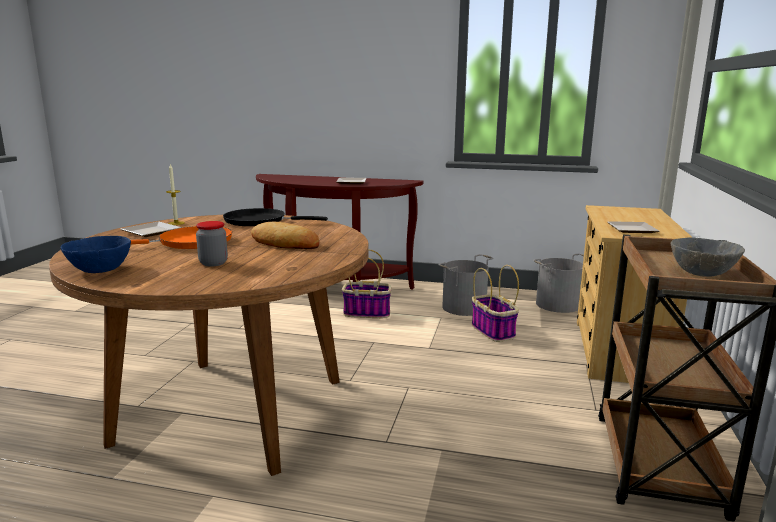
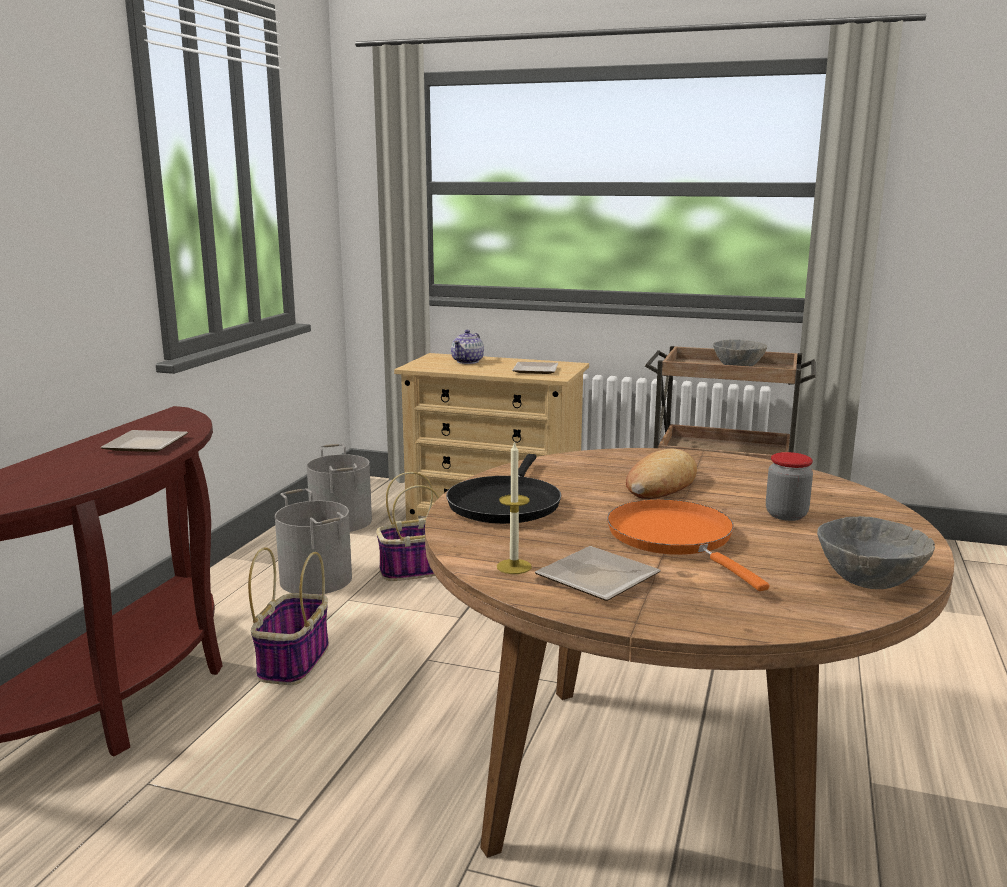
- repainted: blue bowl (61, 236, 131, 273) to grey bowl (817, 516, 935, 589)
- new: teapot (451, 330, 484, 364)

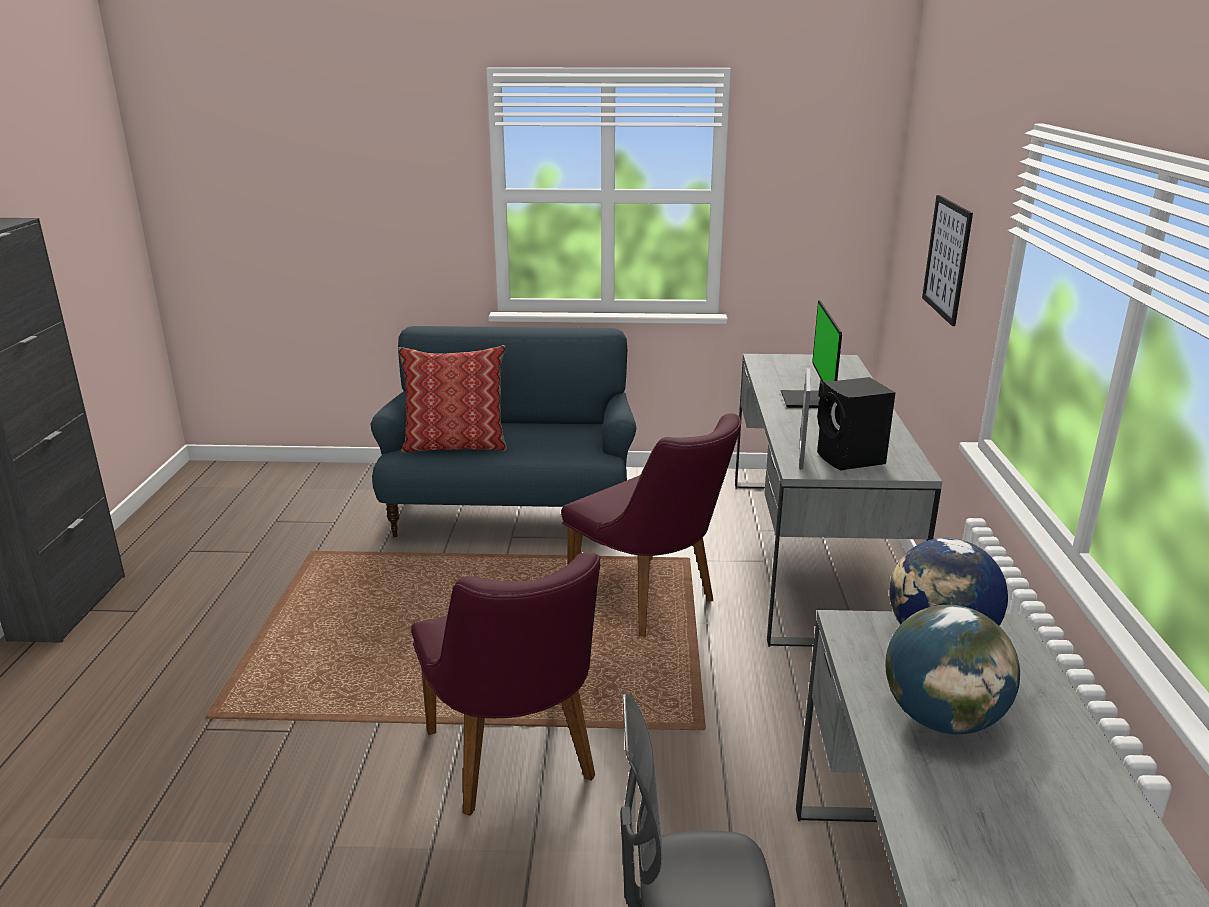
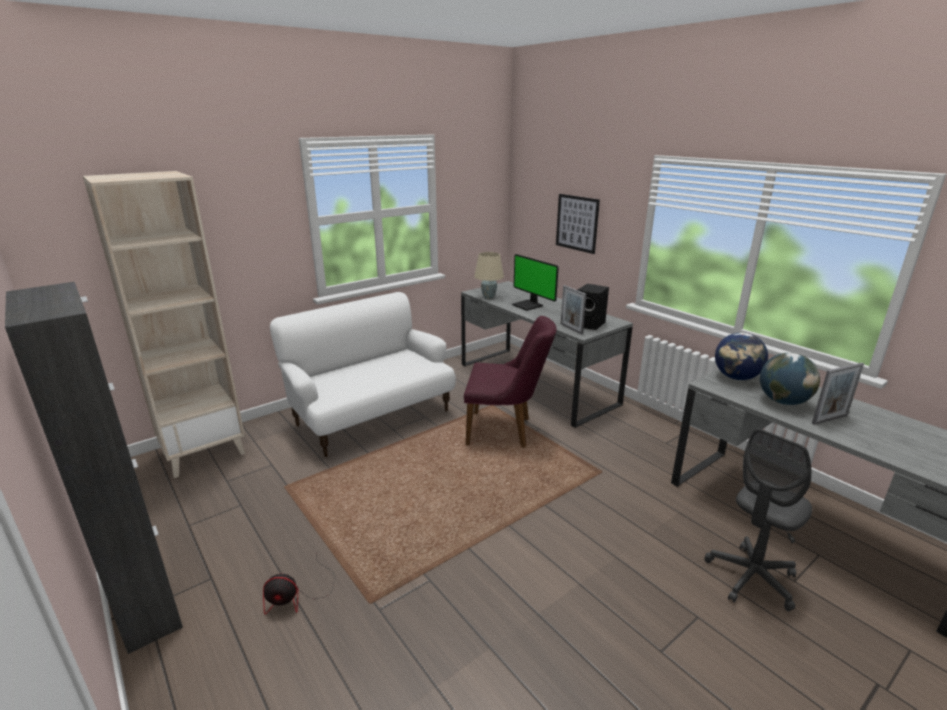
- repainted: blue sofa (371, 326, 636, 538) to white sofa (270, 292, 456, 457)
- gone: pillow (398, 345, 506, 453)
- gone: purple chair (411, 552, 600, 816)
- new: beige bookcase (83, 171, 246, 478)
- new: fan (263, 550, 335, 615)
- new: beige table lamp (474, 252, 504, 299)
- new: picture frame (812, 363, 864, 425)

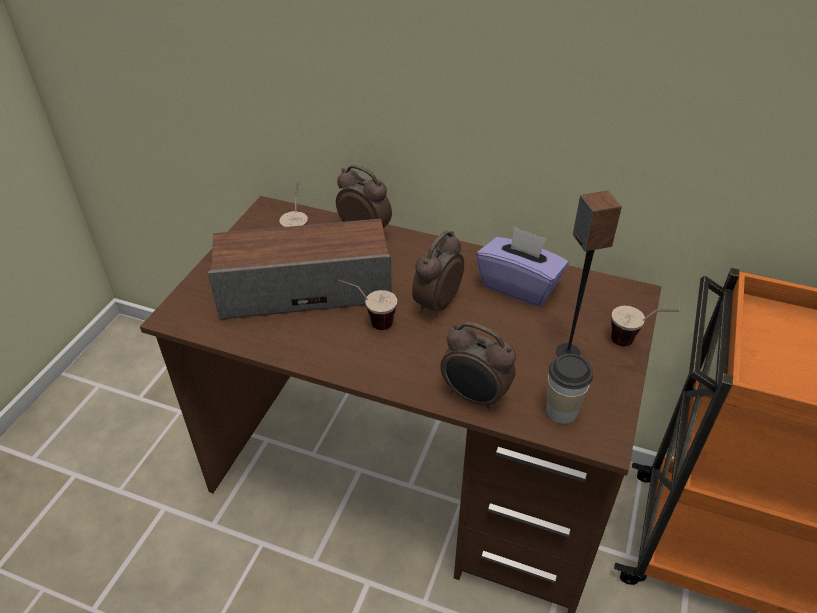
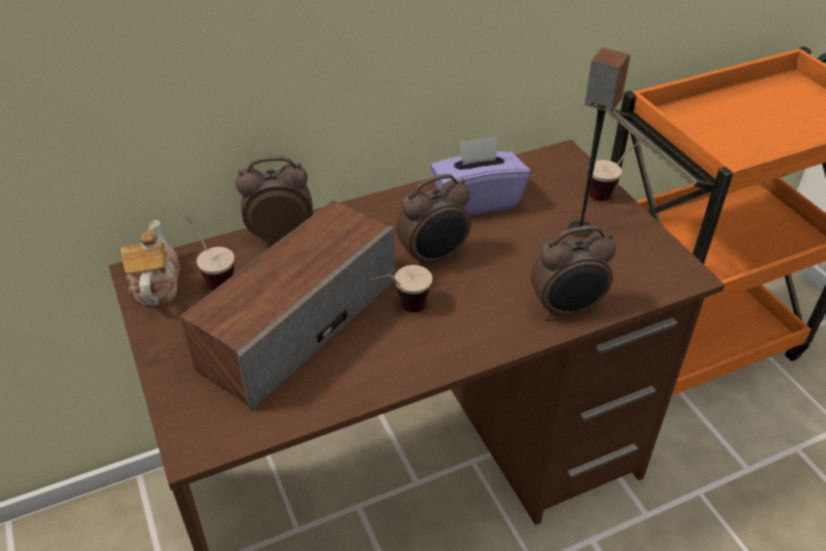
- rotated: alarm clock (412, 231, 464, 317) = (396, 174, 471, 266) 105 degrees counterclockwise
- gone: cup (546, 354, 593, 424)
- new: teapot (121, 220, 180, 306)

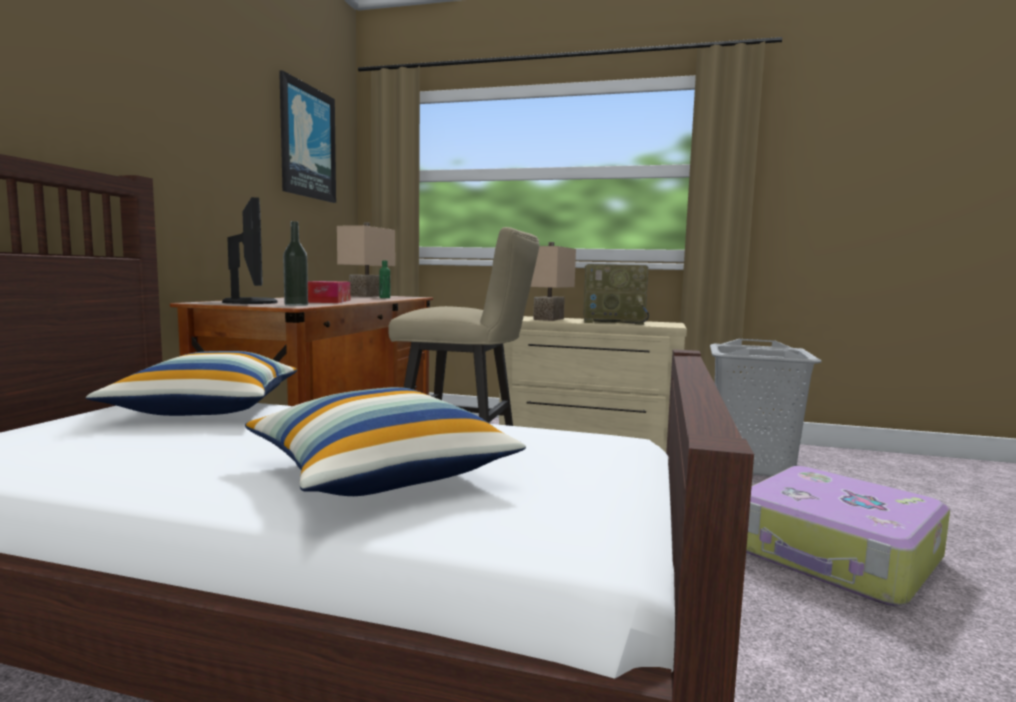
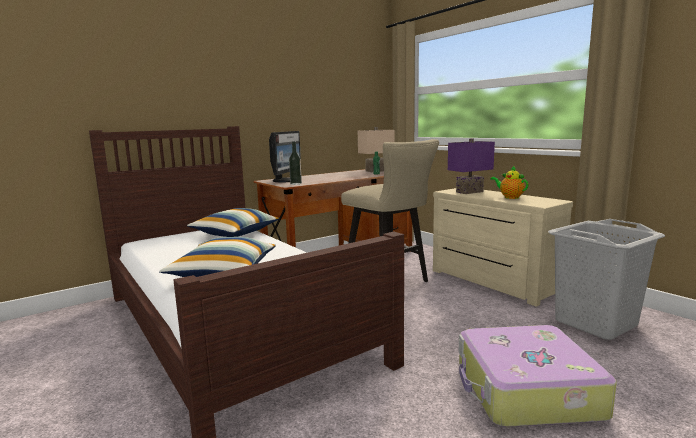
- gone: picture (279, 70, 336, 203)
- gone: tissue box (308, 281, 350, 303)
- repainted: beige table lamp (531, 242, 576, 321) to purple table lamp (448, 138, 495, 194)
- swapped: radio (583, 264, 649, 325) to teapot (490, 166, 528, 199)

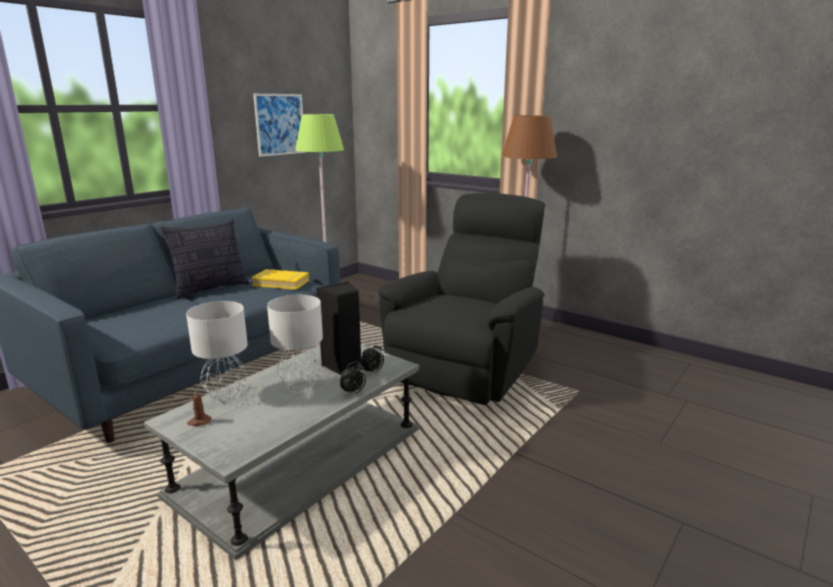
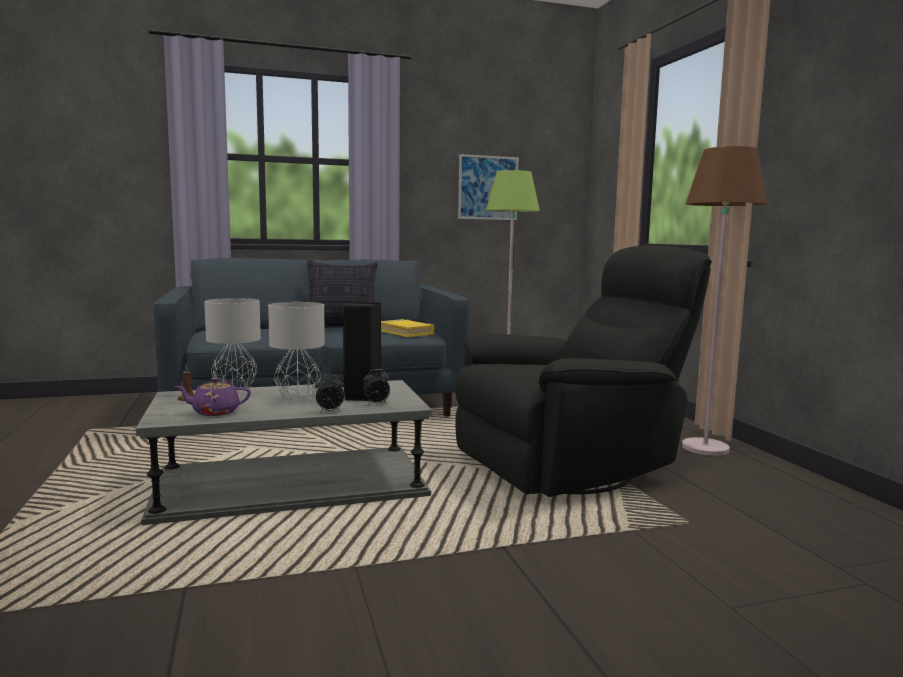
- new: purple teapot (174, 378, 251, 416)

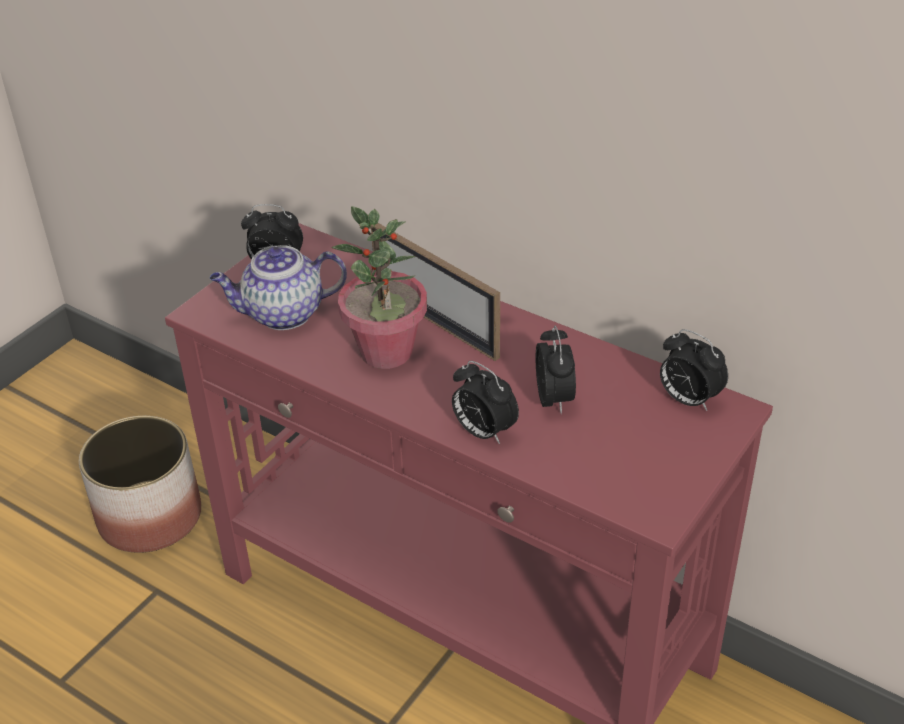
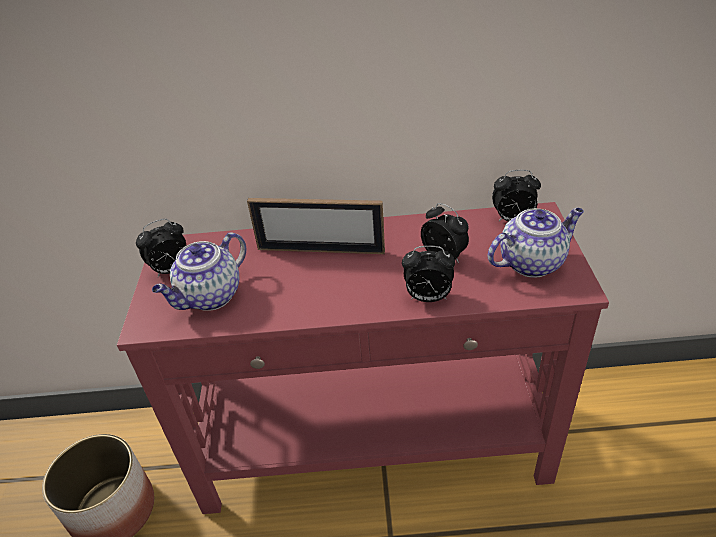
- gone: potted plant (332, 206, 427, 369)
- new: teapot (488, 208, 584, 278)

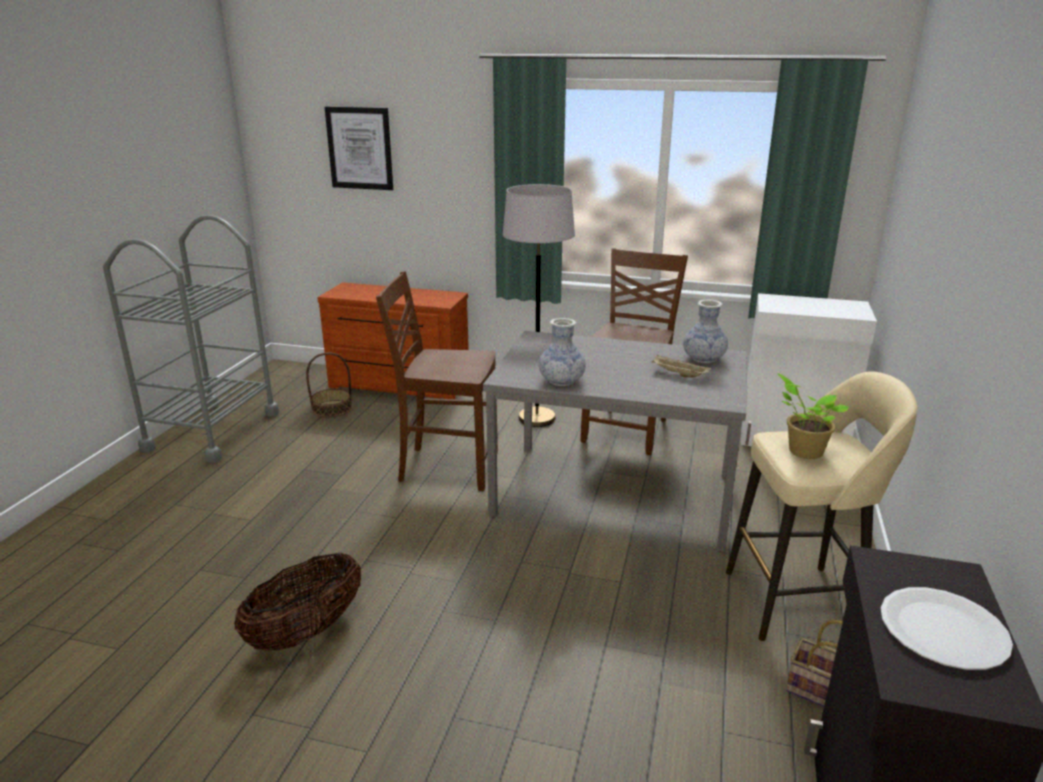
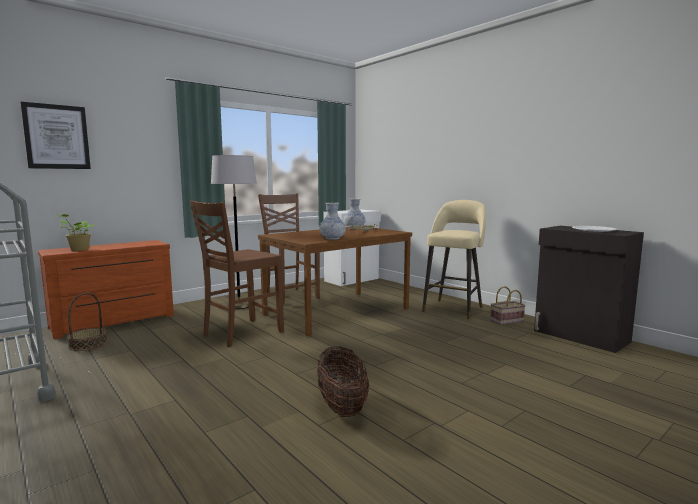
- repainted: grey dining table (483, 331, 747, 552) to brown dining table (258, 227, 412, 336)
- shifted: potted plant (777, 373, 849, 459) to (55, 214, 95, 251)

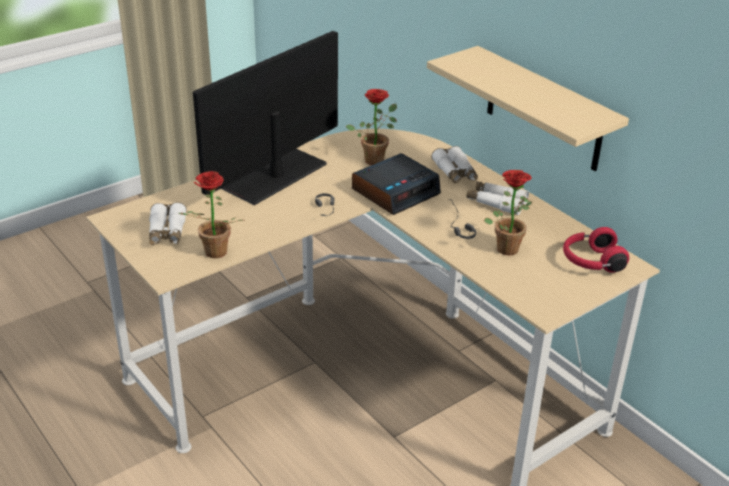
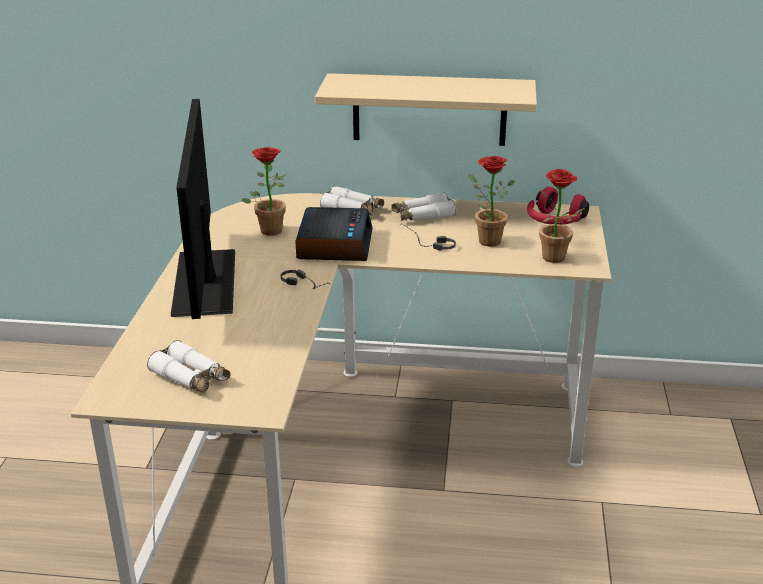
- shifted: potted plant (178, 171, 244, 258) to (539, 169, 584, 263)

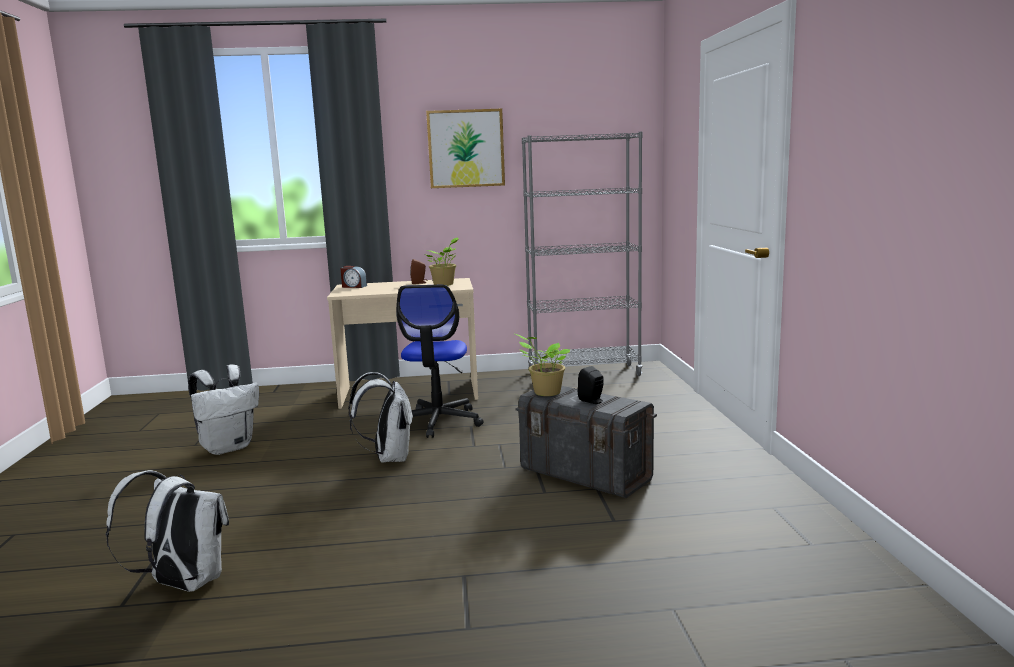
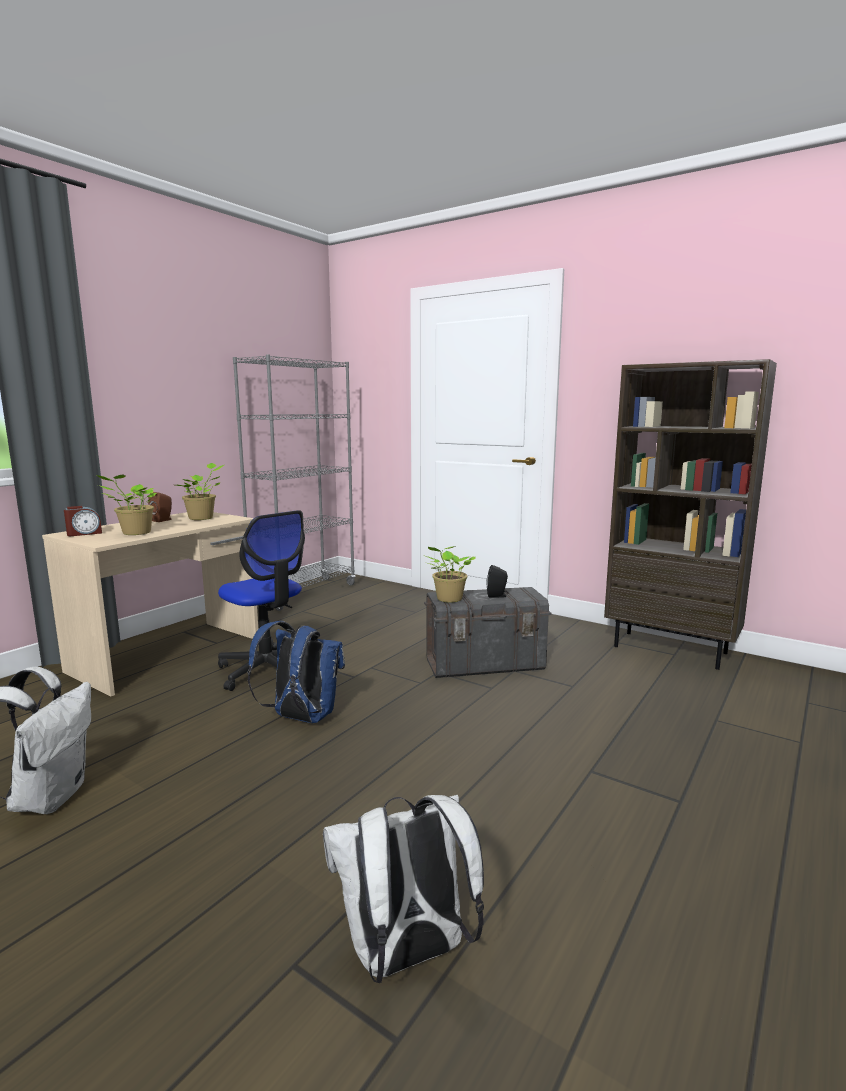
- repainted: white backpack (348, 372, 413, 463) to blue backpack (247, 621, 345, 723)
- gone: picture (426, 109, 505, 188)
- new: potted plant (97, 475, 156, 535)
- new: brown bookcase (604, 359, 777, 670)

